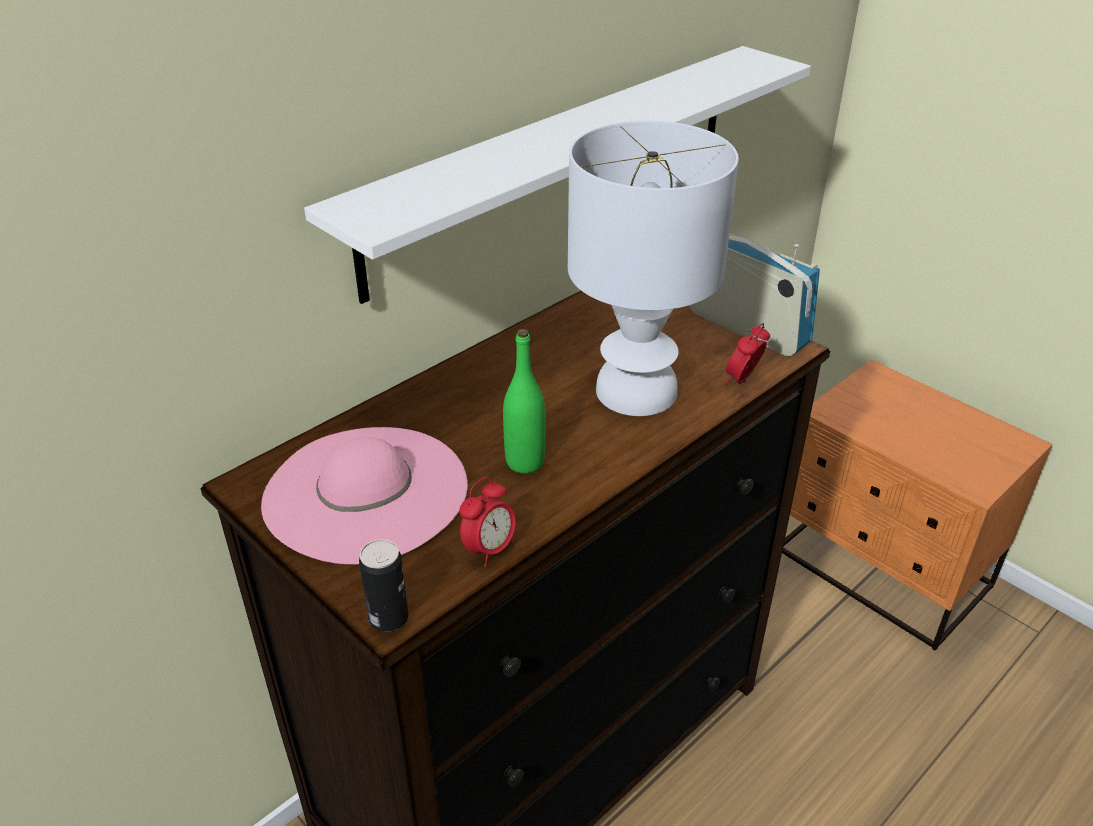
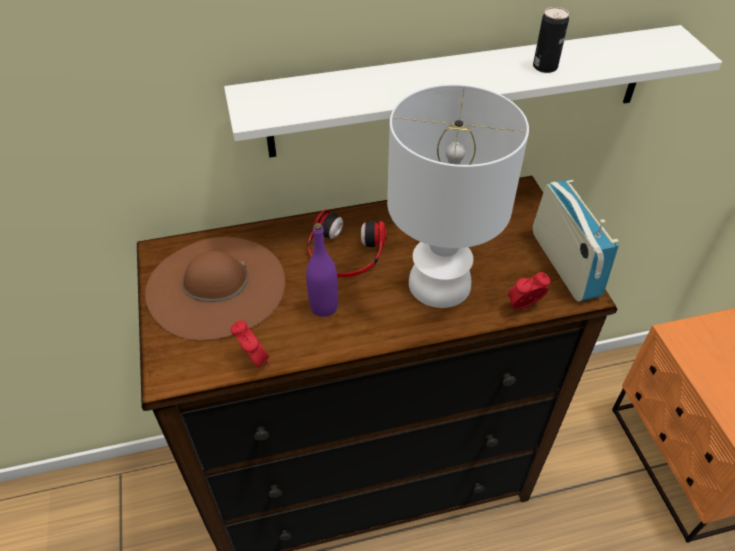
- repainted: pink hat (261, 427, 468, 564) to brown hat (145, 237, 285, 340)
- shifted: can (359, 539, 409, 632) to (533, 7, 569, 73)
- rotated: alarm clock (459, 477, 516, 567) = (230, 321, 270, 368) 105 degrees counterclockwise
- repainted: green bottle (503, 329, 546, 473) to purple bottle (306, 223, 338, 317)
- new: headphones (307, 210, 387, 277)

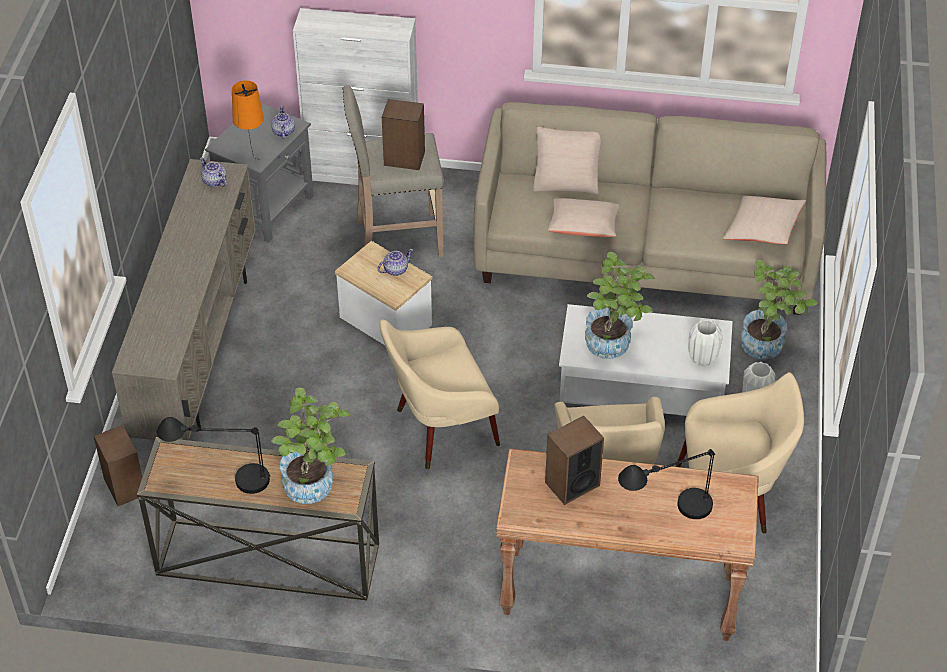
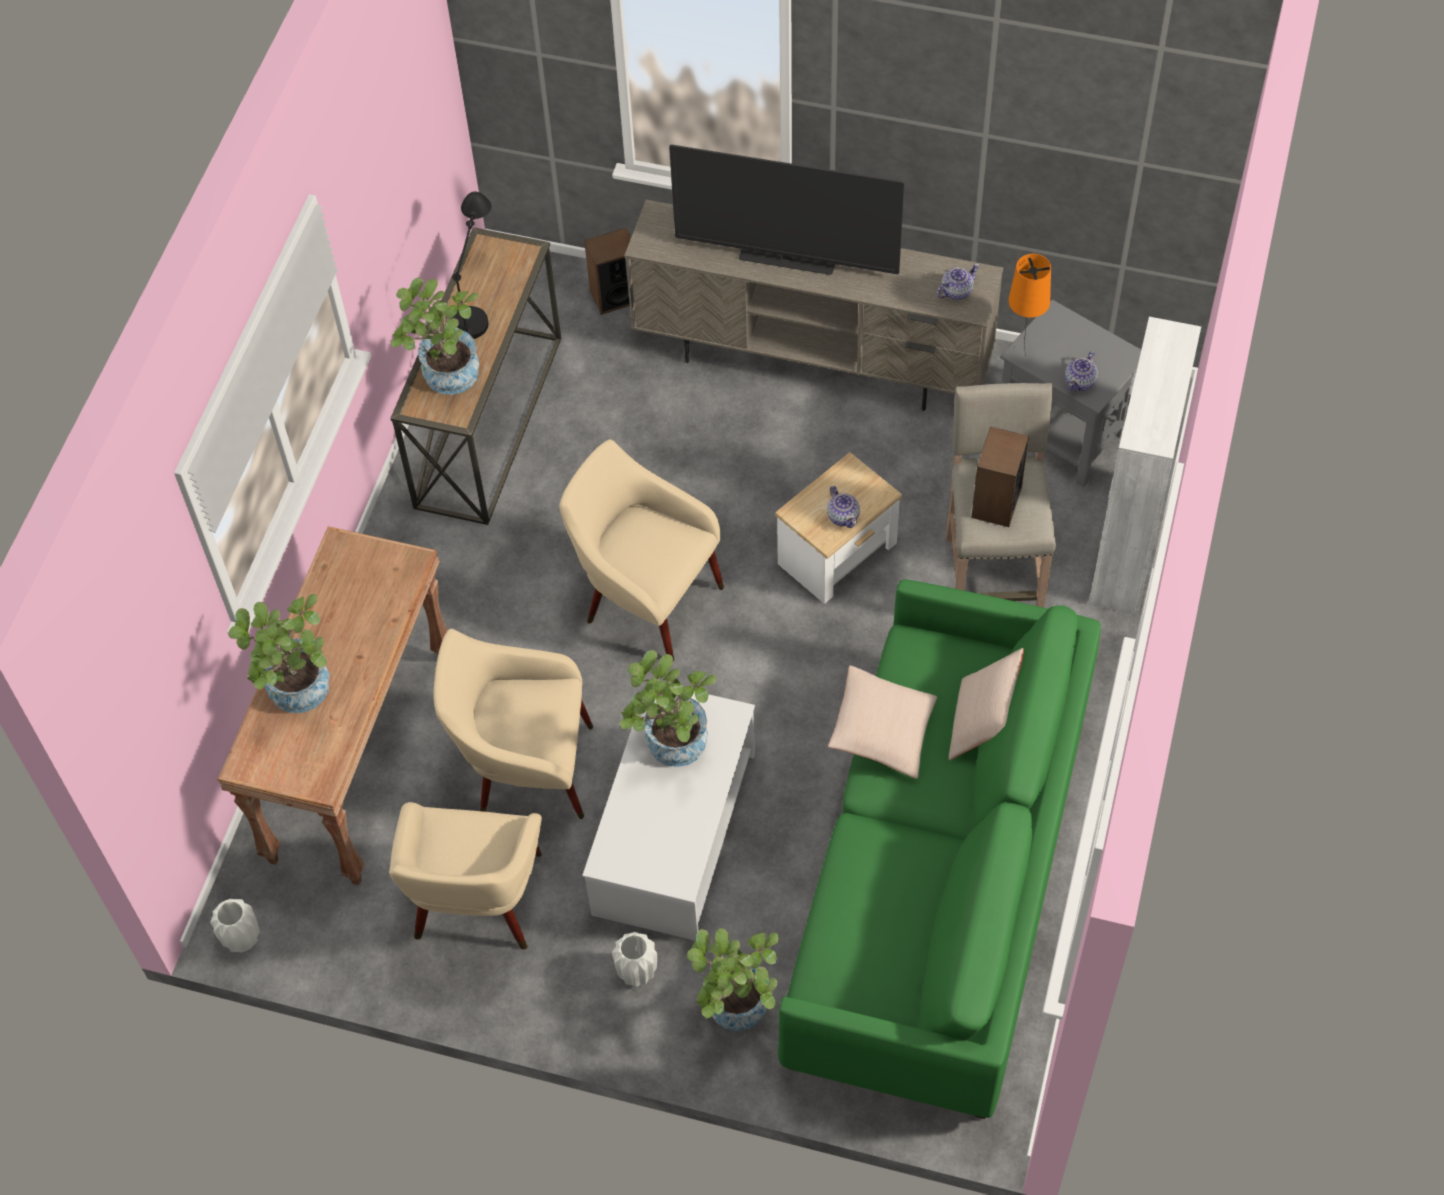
- rotated: teapot (271, 106, 295, 139) = (1065, 351, 1098, 391) 120 degrees clockwise
- rotated: beige armchair (379, 320, 500, 469) = (559, 439, 724, 661) 45 degrees counterclockwise
- repainted: beige sofa (473, 102, 826, 315) to green sofa (778, 580, 1101, 1119)
- gone: speaker (545, 416, 604, 505)
- swapped: black table lamp (618, 449, 715, 519) to potted plant (229, 594, 329, 713)
- shifted: white vase (689, 319, 723, 366) to (210, 899, 260, 952)
- gone: beige pillow (723, 196, 806, 244)
- new: television (669, 144, 904, 275)

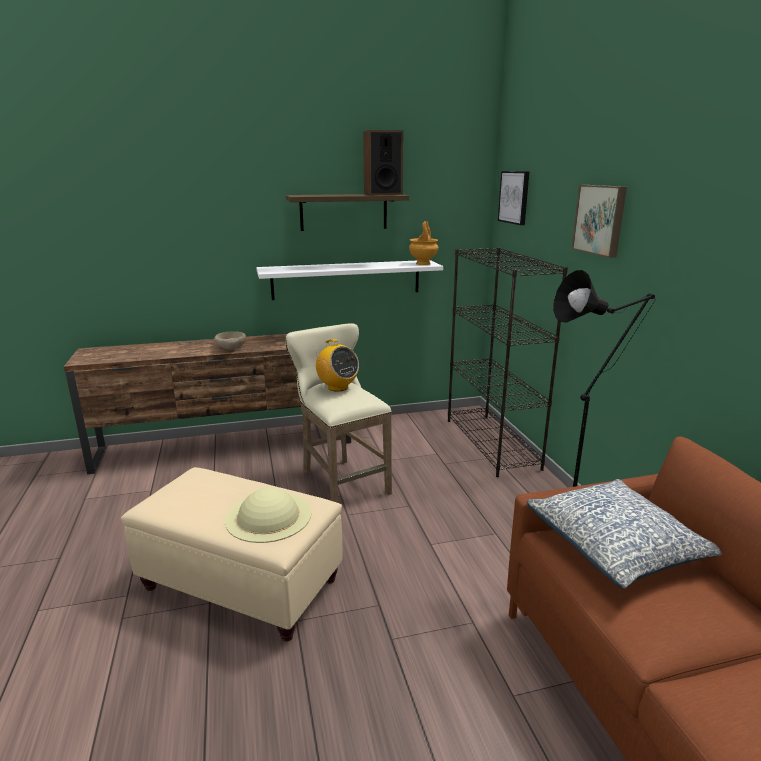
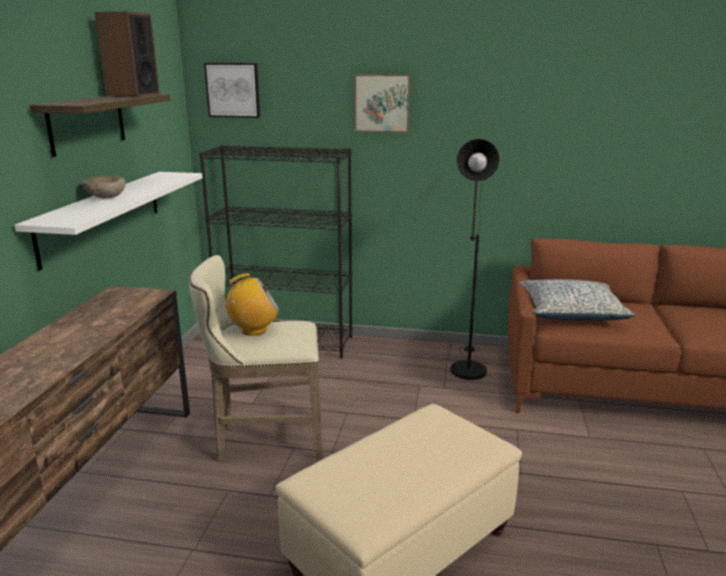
- shifted: beige bowl (214, 331, 246, 350) to (82, 176, 126, 199)
- gone: beige hat (225, 488, 311, 543)
- gone: brown vase (409, 221, 438, 265)

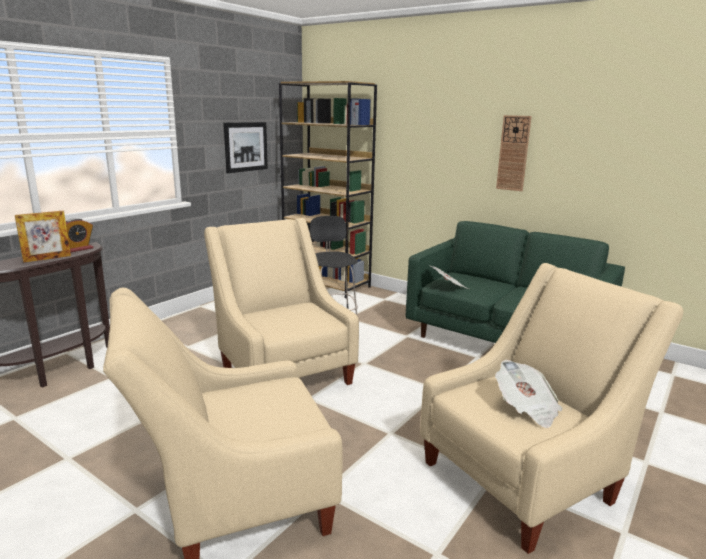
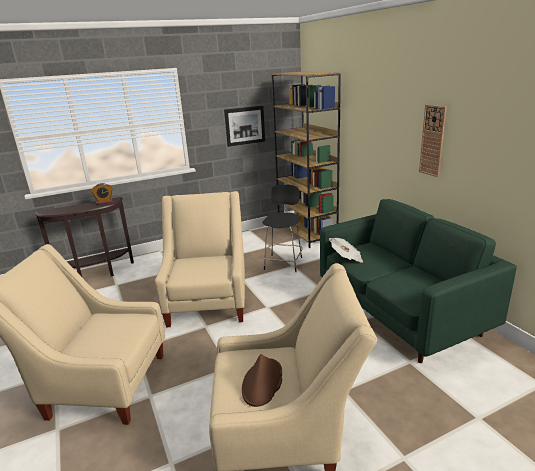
- gone: picture frame (15, 211, 71, 262)
- swapped: newspaper (495, 360, 563, 428) to brown hat (242, 354, 282, 407)

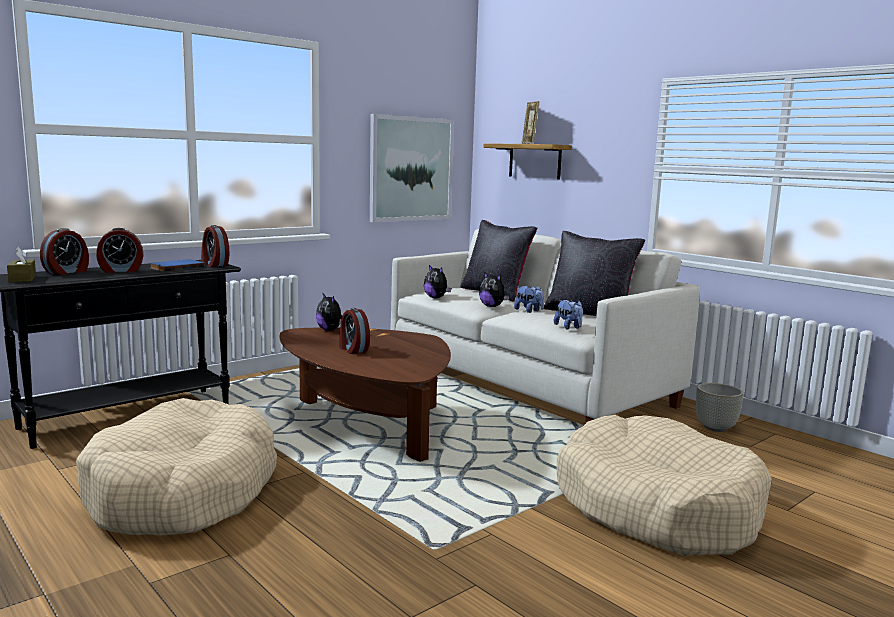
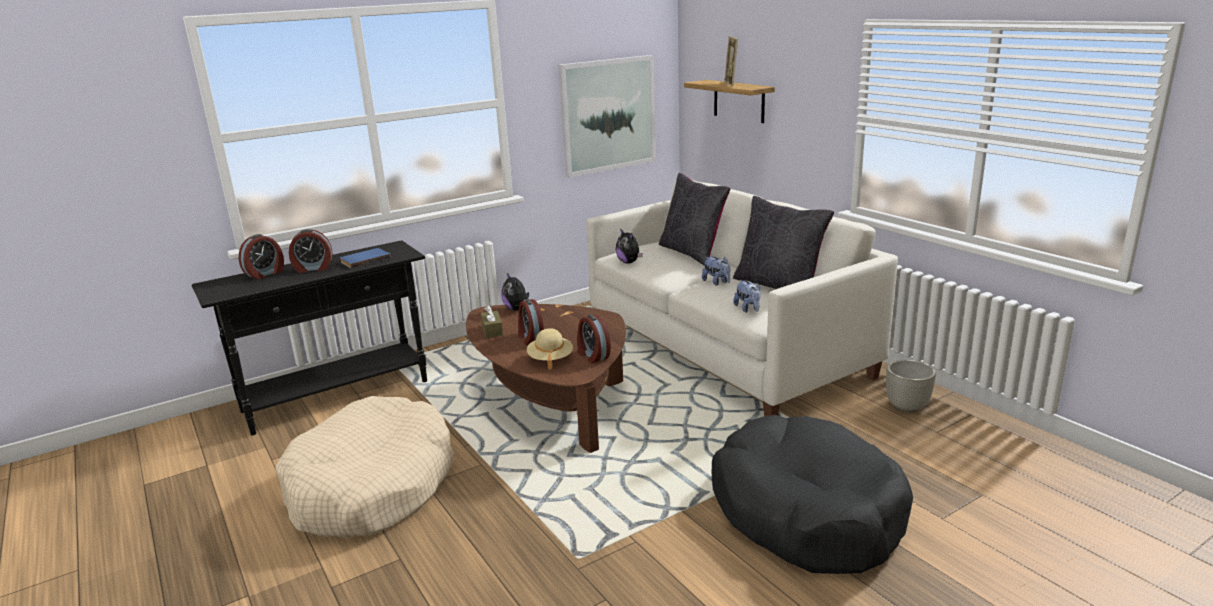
- shifted: brown tissue box (7, 247, 36, 282) to (481, 305, 503, 338)
- shifted: alarm clock (201, 225, 229, 267) to (577, 314, 611, 363)
- gone: plush toy (479, 272, 509, 307)
- repainted: beige dog bed (557, 415, 772, 556) to black dog bed (712, 415, 913, 574)
- new: beige hat (527, 328, 573, 370)

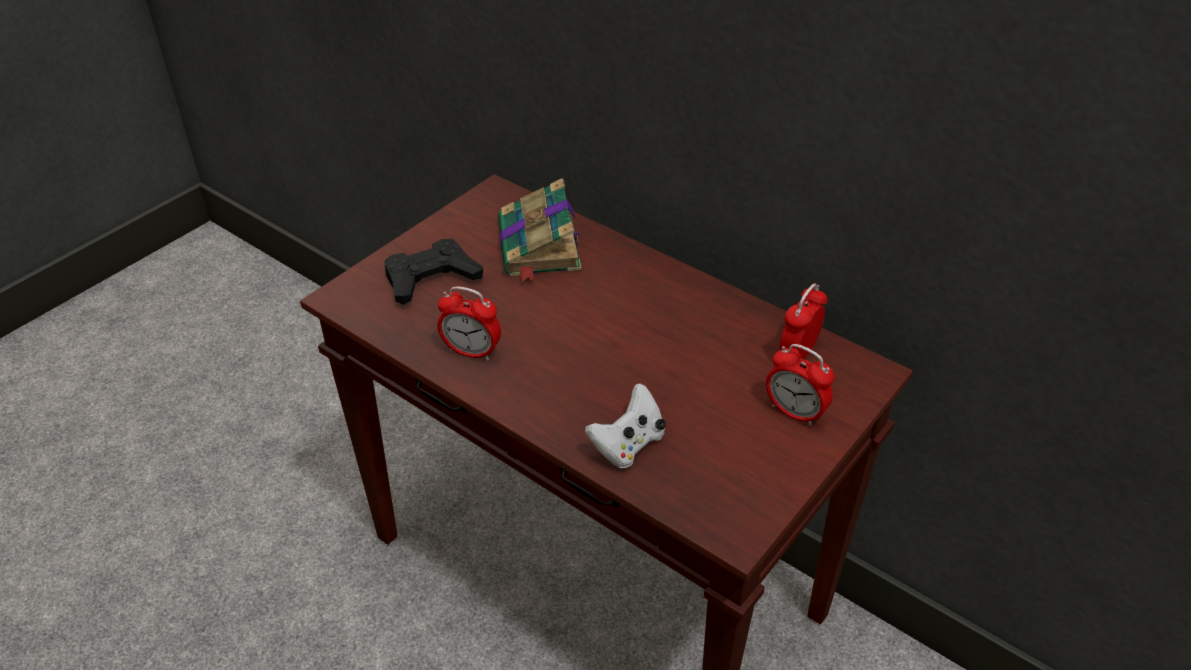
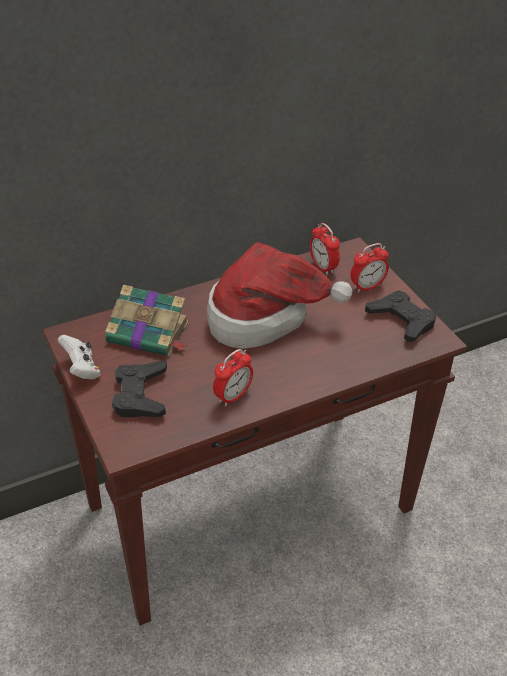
- shifted: white game controller (585, 383, 666, 468) to (58, 335, 100, 380)
- new: hat (207, 243, 352, 349)
- new: black game controller (365, 290, 436, 342)

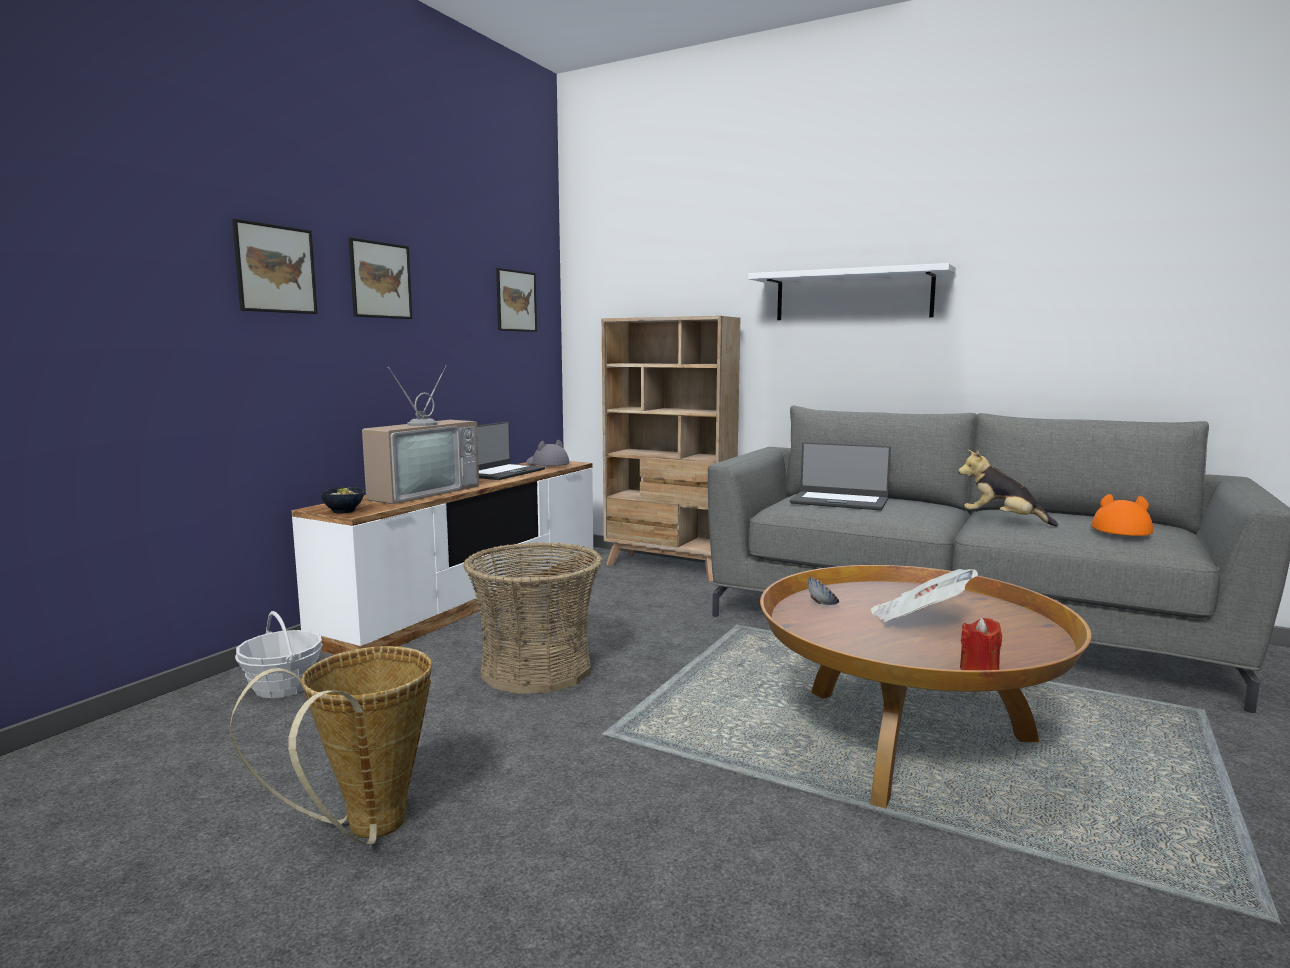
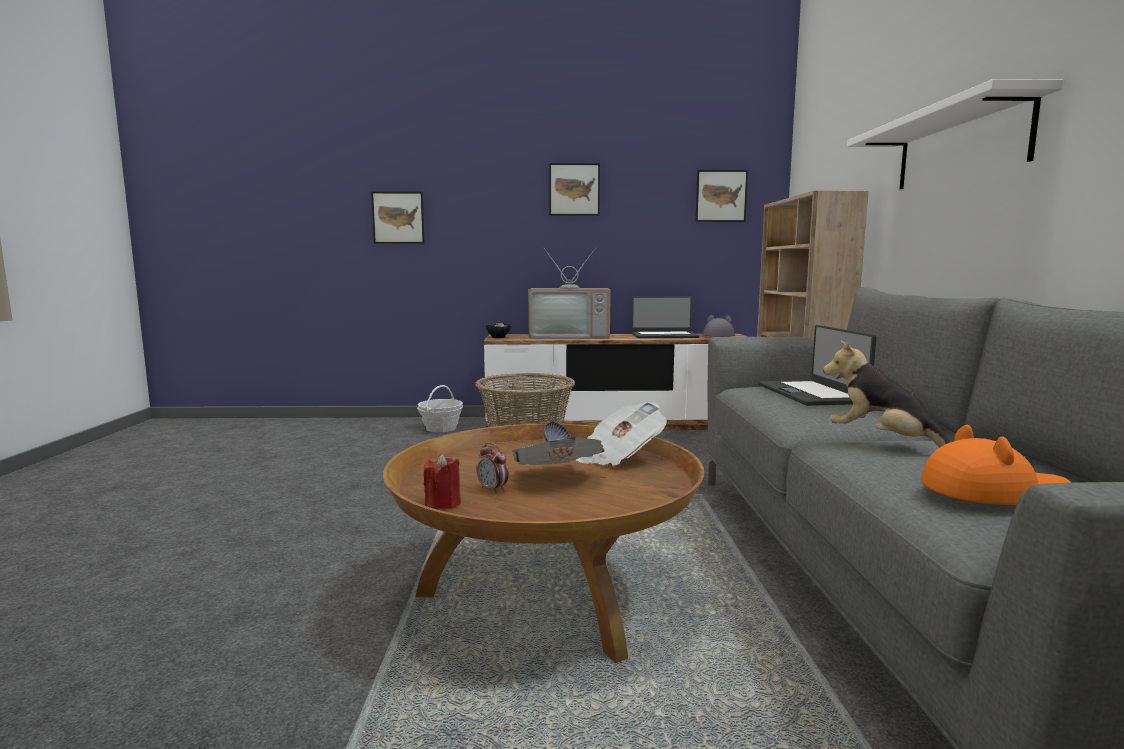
- gone: basket (230, 646, 432, 845)
- shifted: picture (232, 219, 318, 314) to (371, 192, 425, 243)
- rotated: plush toy (958, 450, 1058, 527) = (823, 341, 951, 447) 45 degrees counterclockwise
- new: alarm clock (477, 443, 509, 493)
- new: newspaper (576, 402, 667, 466)

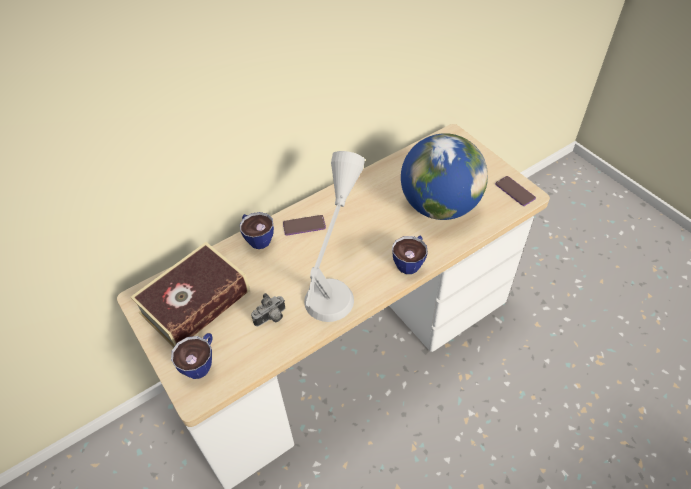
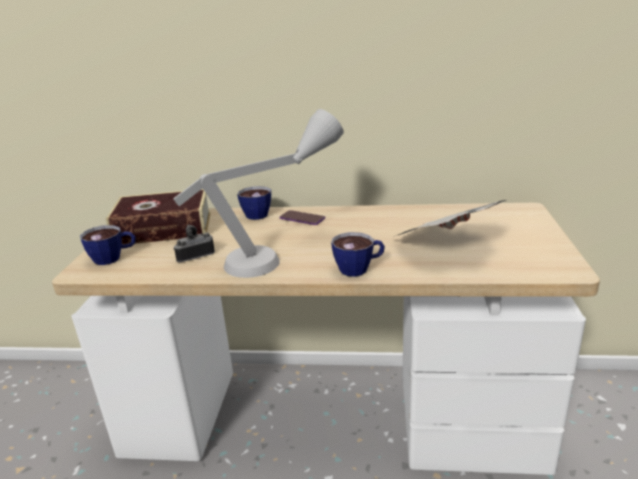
- rotated: photo camera (251, 293, 285, 326) = (174, 225, 215, 262) 150 degrees clockwise
- swapped: globe (401, 133, 488, 220) to newspaper (396, 200, 506, 236)
- gone: phone (495, 176, 536, 206)

